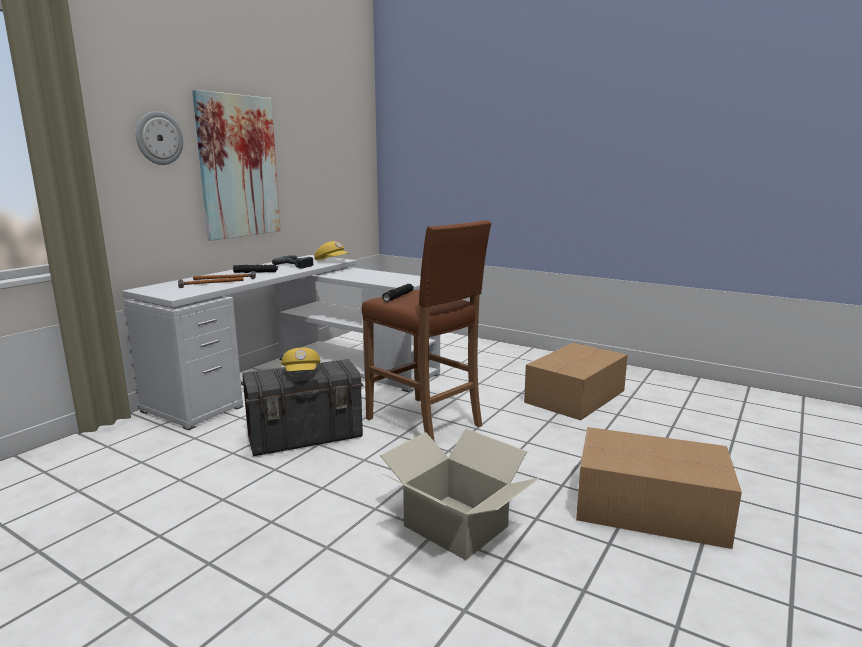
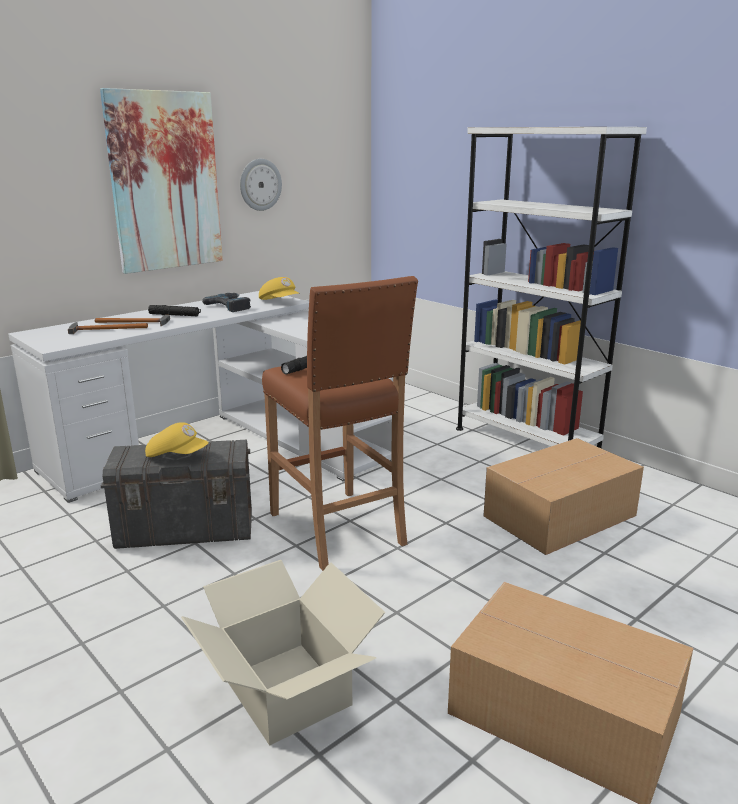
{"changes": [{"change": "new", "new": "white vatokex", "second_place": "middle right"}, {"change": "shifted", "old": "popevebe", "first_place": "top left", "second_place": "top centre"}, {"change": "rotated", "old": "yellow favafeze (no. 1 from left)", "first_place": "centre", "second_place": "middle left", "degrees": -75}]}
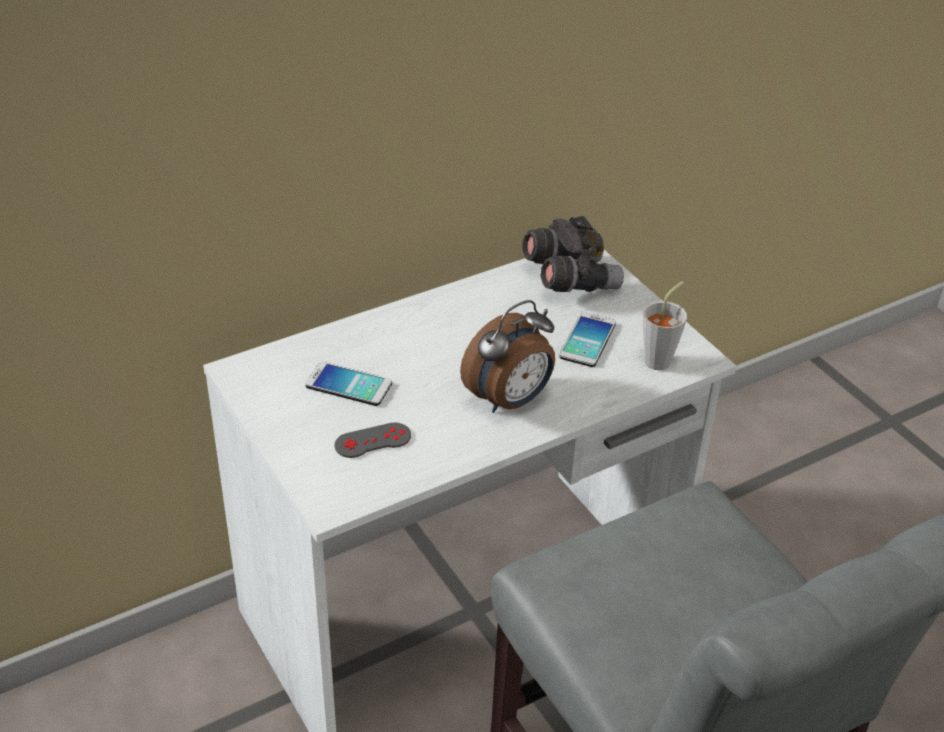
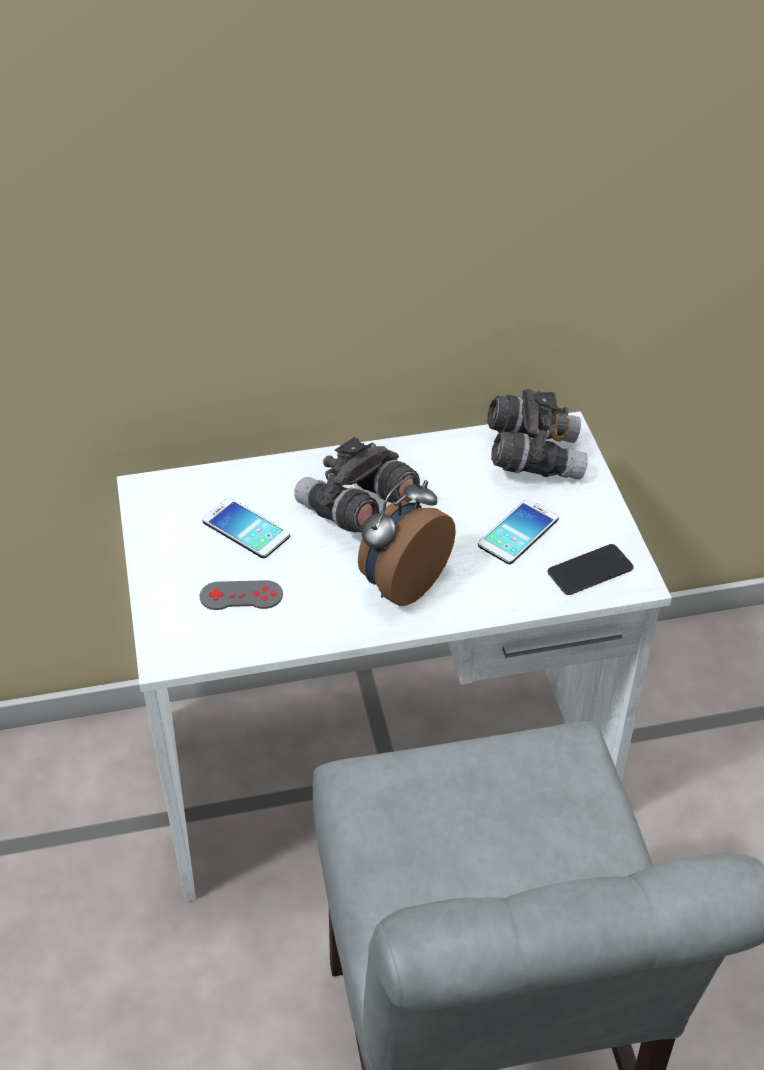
{"changes": [{"change": "new", "new": "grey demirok (no. 1 from left)", "second_place": "centre"}, {"change": "swapped", "old": "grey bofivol", "new": "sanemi (no. 3 from left)", "first_place": "middle right", "second_place": "middle right"}, {"change": "rotated", "old": "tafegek", "first_place": "centre", "second_place": "centre", "degrees": 150}]}
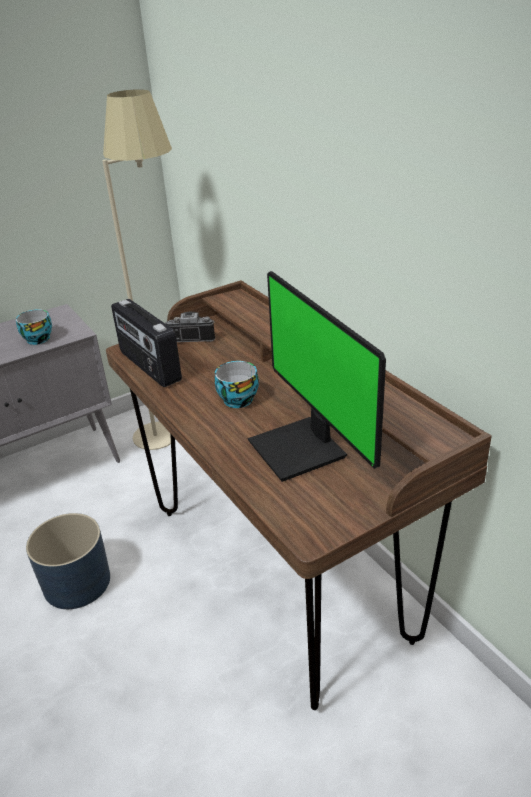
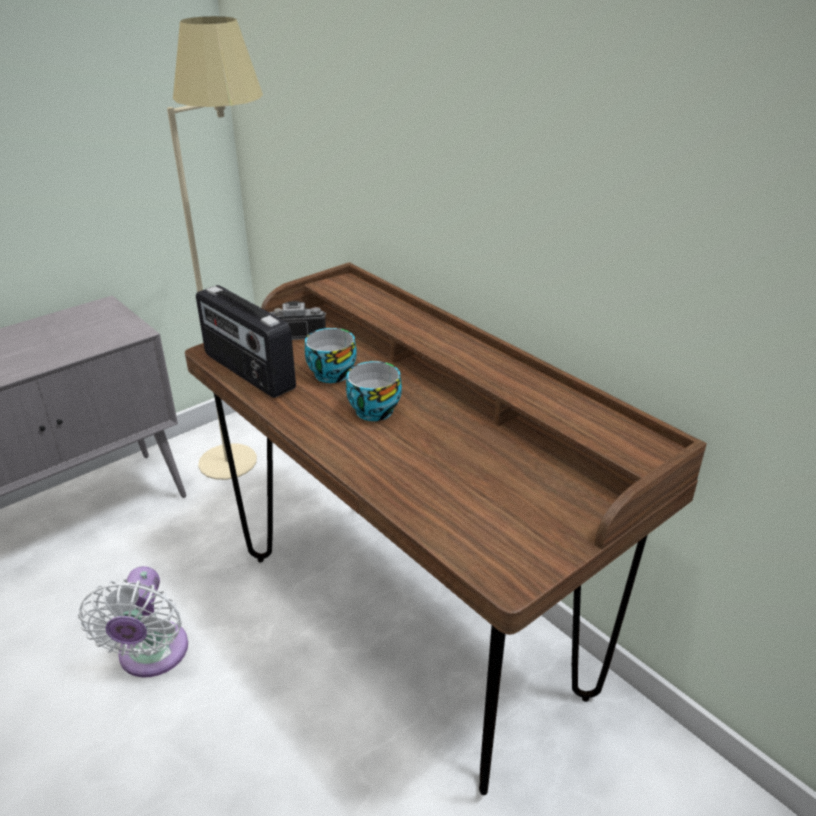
{"changes": [{"change": "gone", "old": "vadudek", "first_place": "centre"}, {"change": "shifted", "old": "bofivol (no. 1 from left)", "first_place": "middle left", "second_place": "centre"}, {"change": "swapped", "old": "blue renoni", "new": "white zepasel", "first_place": "bottom left", "second_place": "bottom left"}]}
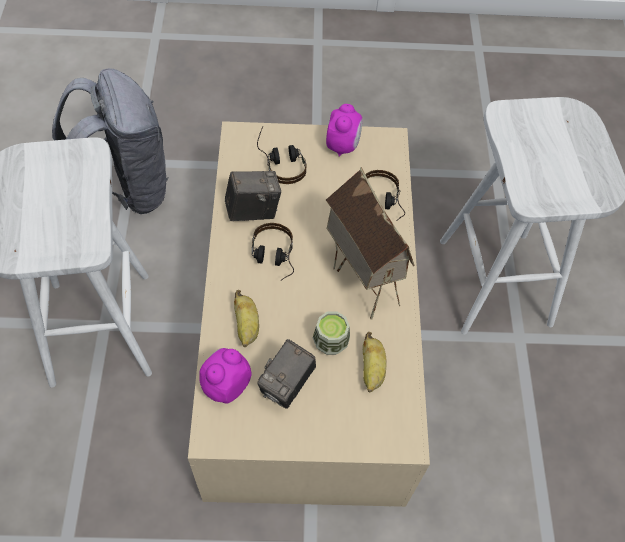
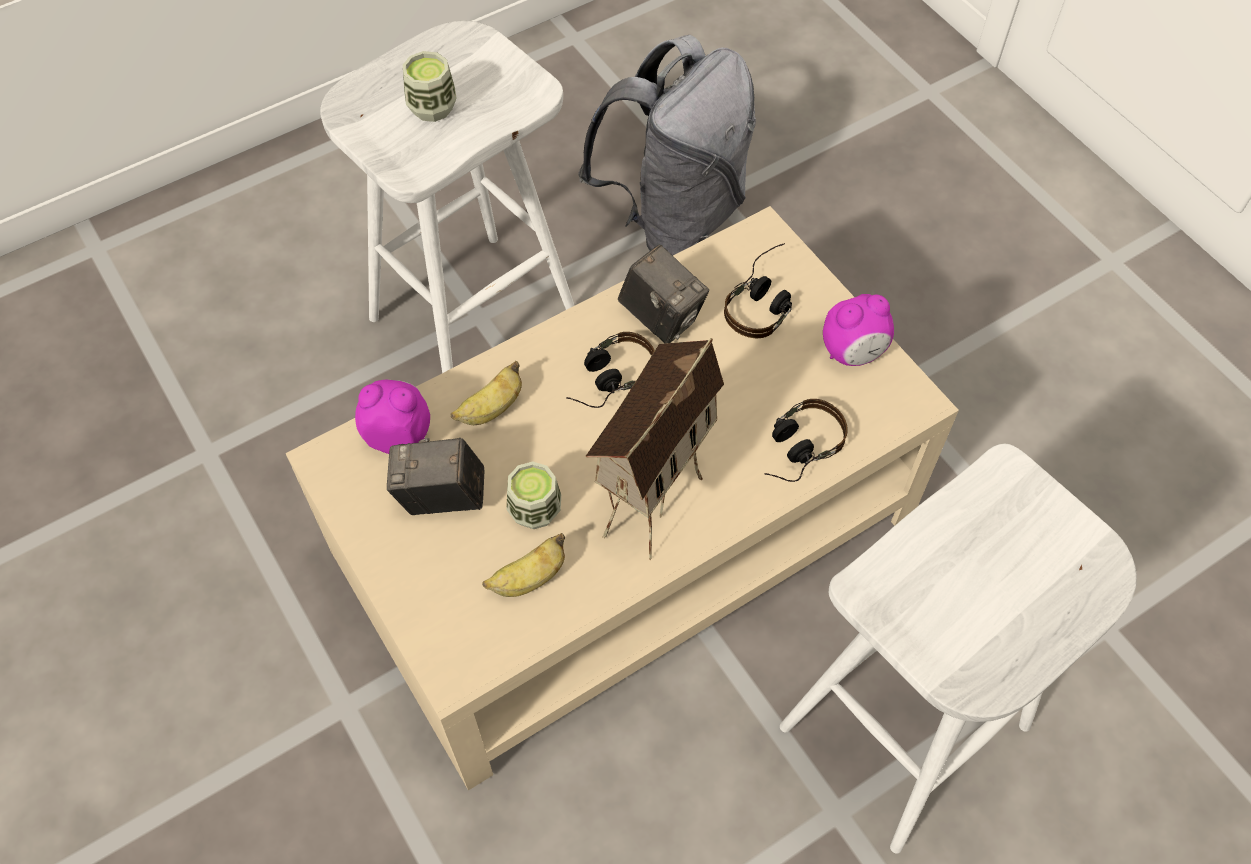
{"changes": [{"change": "new", "new": "bofivol (no. 1 from left)", "second_place": "top centre"}]}
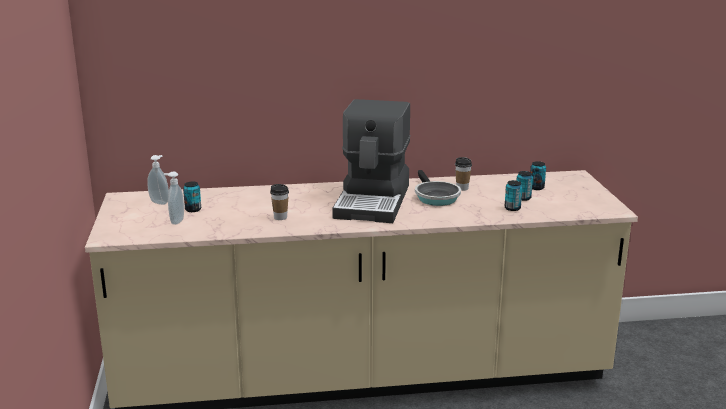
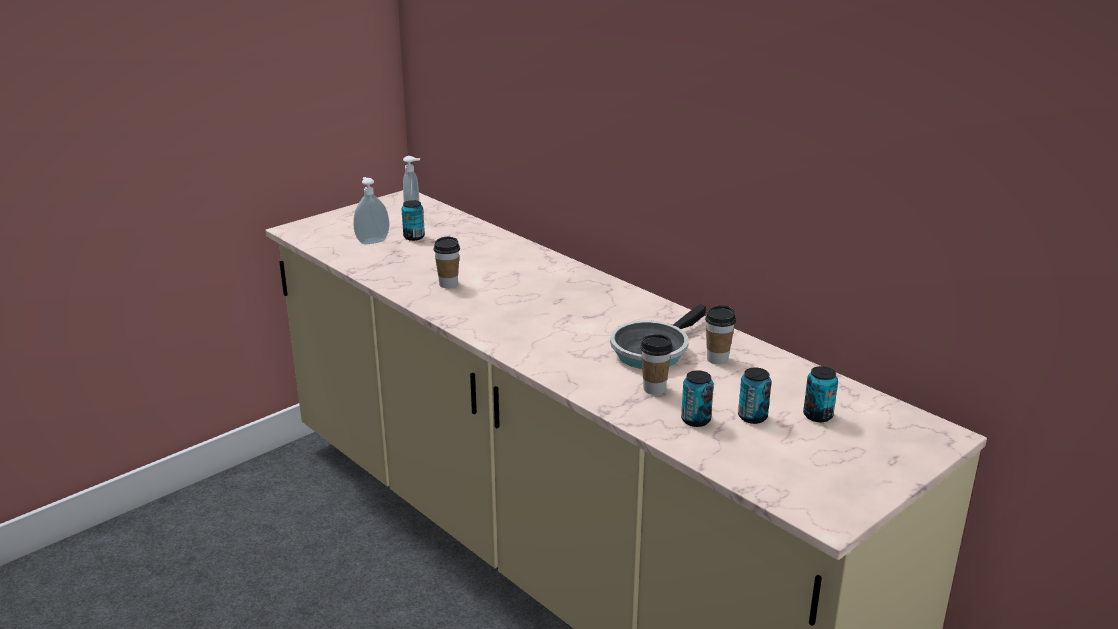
{"changes": [{"change": "gone", "old": "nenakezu", "first_place": "centre"}, {"change": "new", "new": "bofivol (no. 2 from left)", "second_place": "centre"}]}
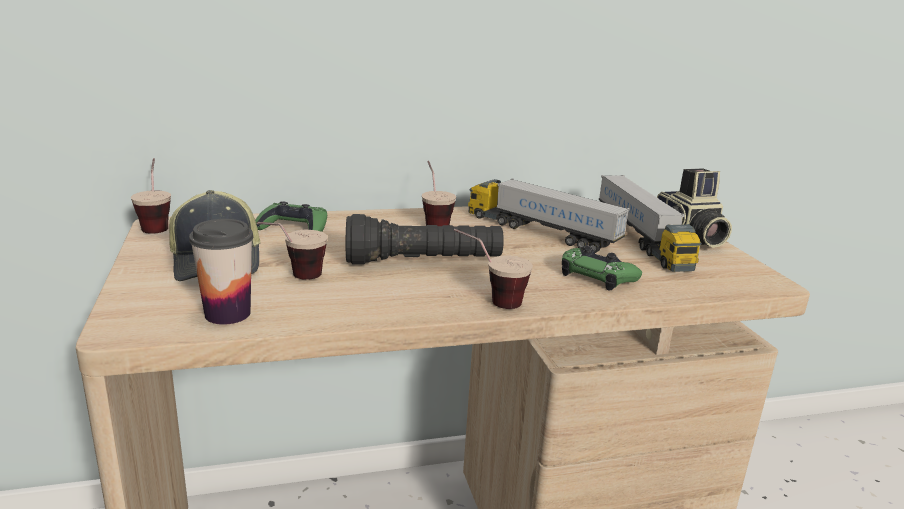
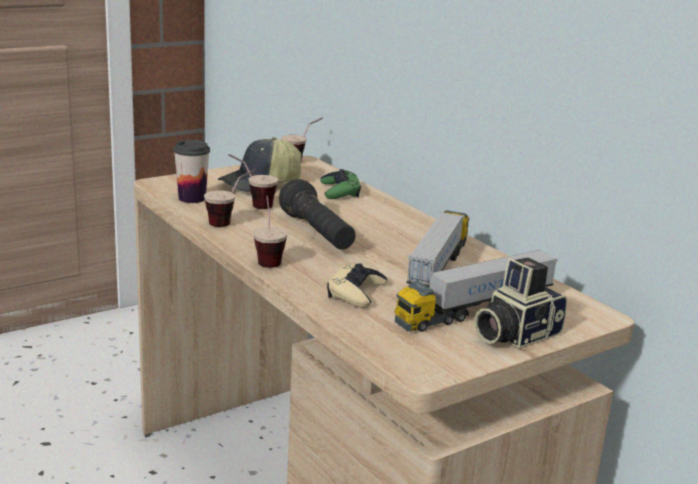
{"changes": [{"change": "shifted", "old": "bofivol (no. 4 from left in the first image)", "new": "bofivol (no. 2 from left)", "first_place": "centre", "second_place": "middle left"}, {"change": "repainted", "old": "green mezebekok (no. 2 from left)", "new": "beige mezebekok", "first_place": "centre", "second_place": "centre"}]}
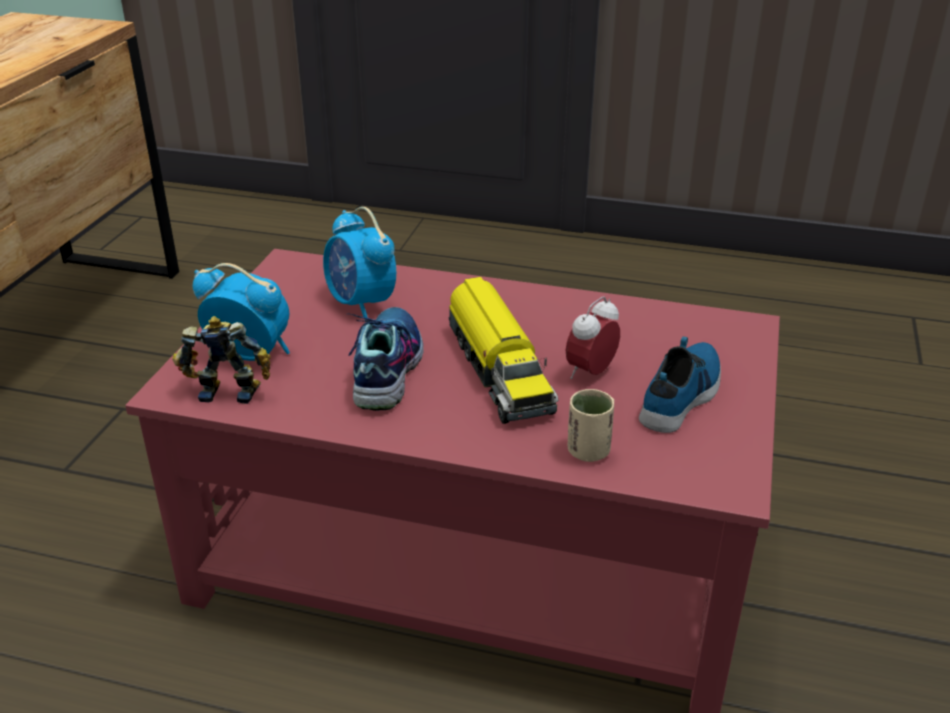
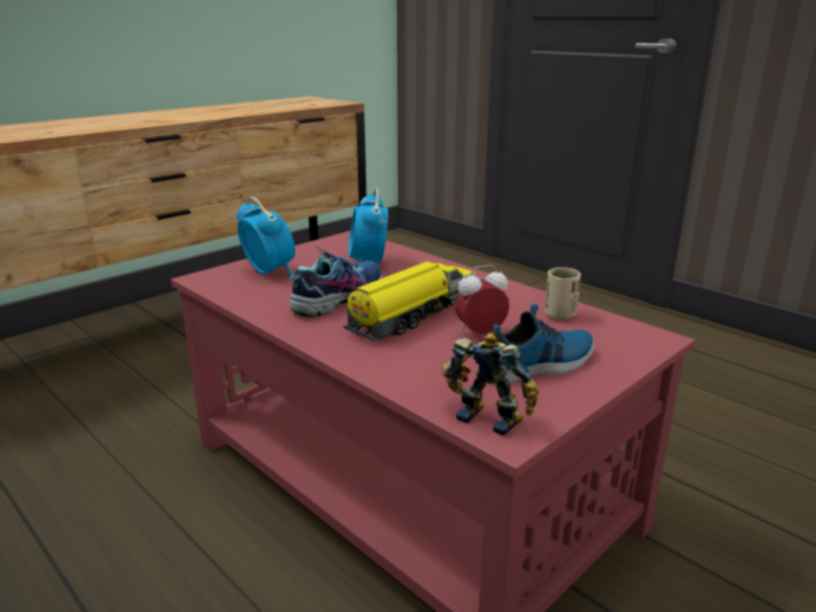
{"changes": [{"change": "shifted", "old": "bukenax", "first_place": "middle left", "second_place": "centre"}, {"change": "shifted", "old": "beige bofivol", "first_place": "centre", "second_place": "middle right"}, {"change": "rotated", "old": "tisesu", "first_place": "centre", "second_place": "centre", "degrees": -150}]}
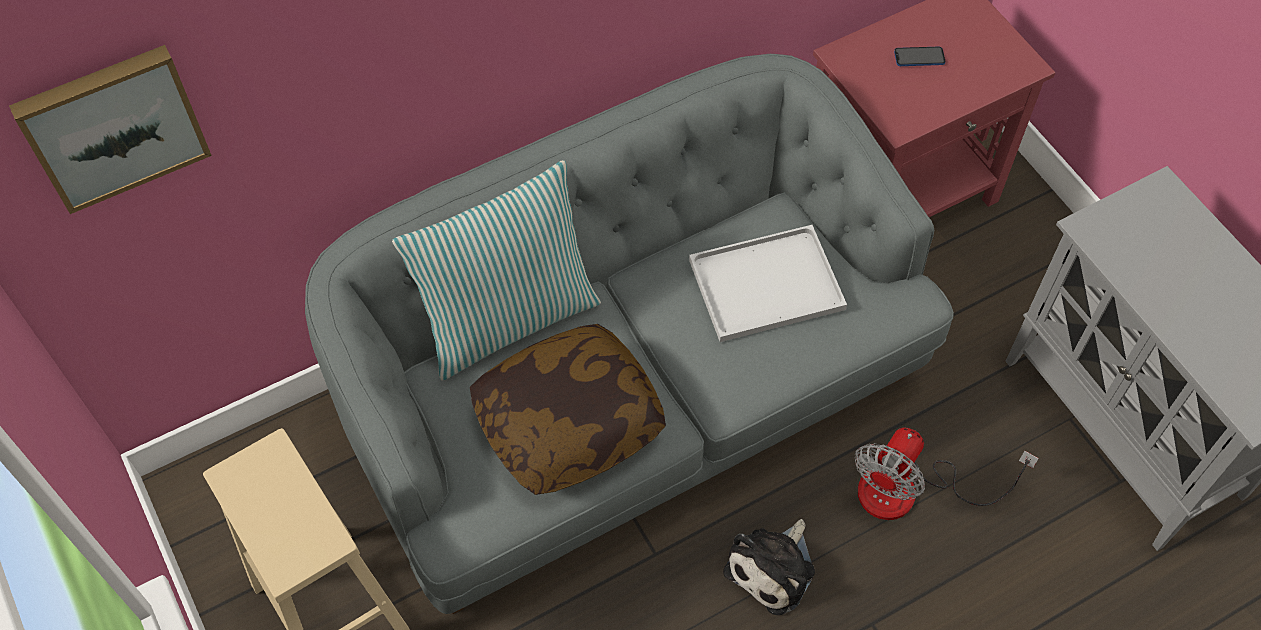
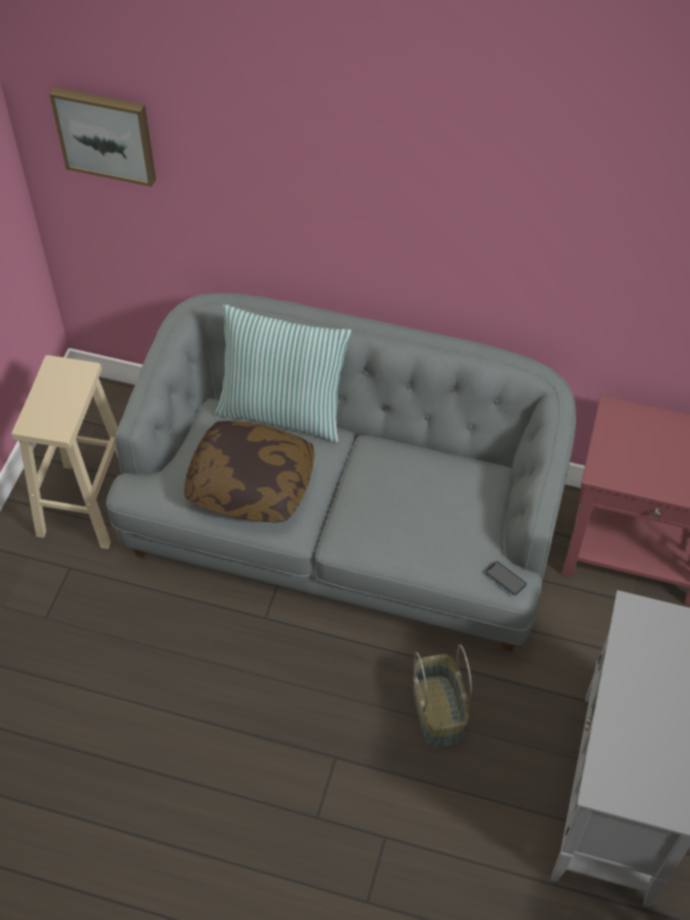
{"changes": [{"change": "gone", "old": "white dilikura", "first_place": "centre"}, {"change": "gone", "old": "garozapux", "first_place": "bottom centre"}, {"change": "shifted", "old": "sanemi", "first_place": "top right", "second_place": "middle right"}, {"change": "swapped", "old": "zepasel", "new": "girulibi", "first_place": "bottom right", "second_place": "bottom centre"}]}
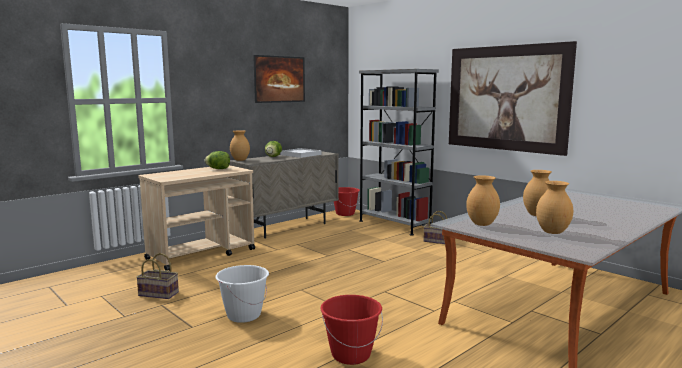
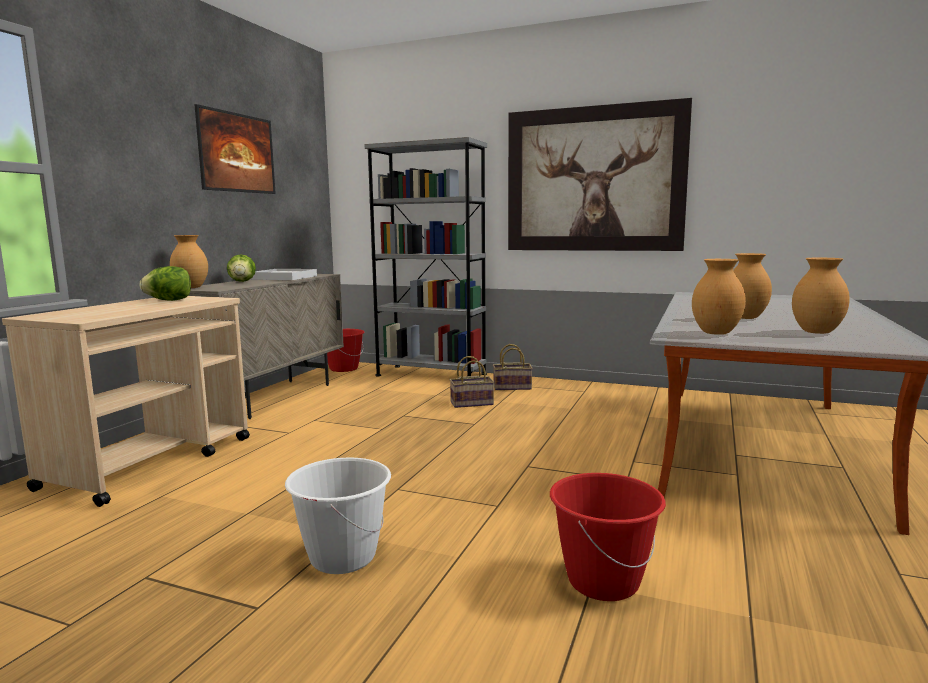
{"changes": [{"change": "shifted", "old": "girulibi (no. 1 from left)", "first_place": "bottom left", "second_place": "centre"}]}
